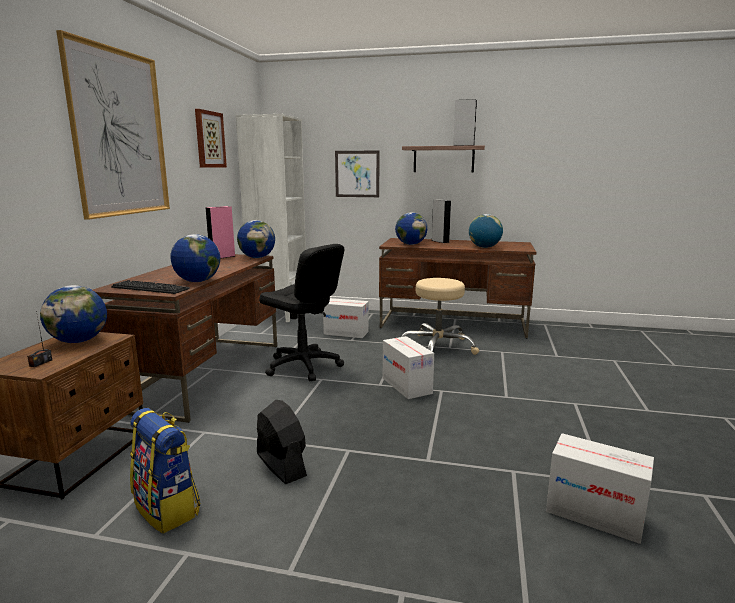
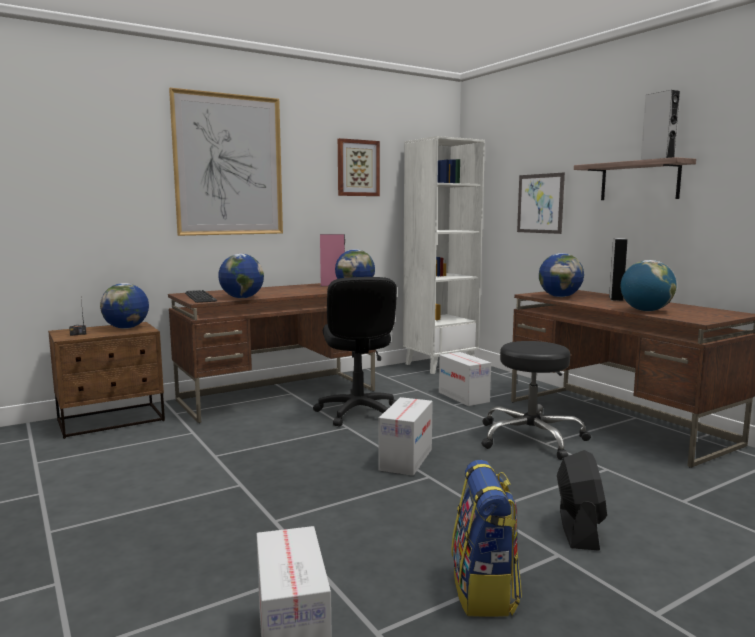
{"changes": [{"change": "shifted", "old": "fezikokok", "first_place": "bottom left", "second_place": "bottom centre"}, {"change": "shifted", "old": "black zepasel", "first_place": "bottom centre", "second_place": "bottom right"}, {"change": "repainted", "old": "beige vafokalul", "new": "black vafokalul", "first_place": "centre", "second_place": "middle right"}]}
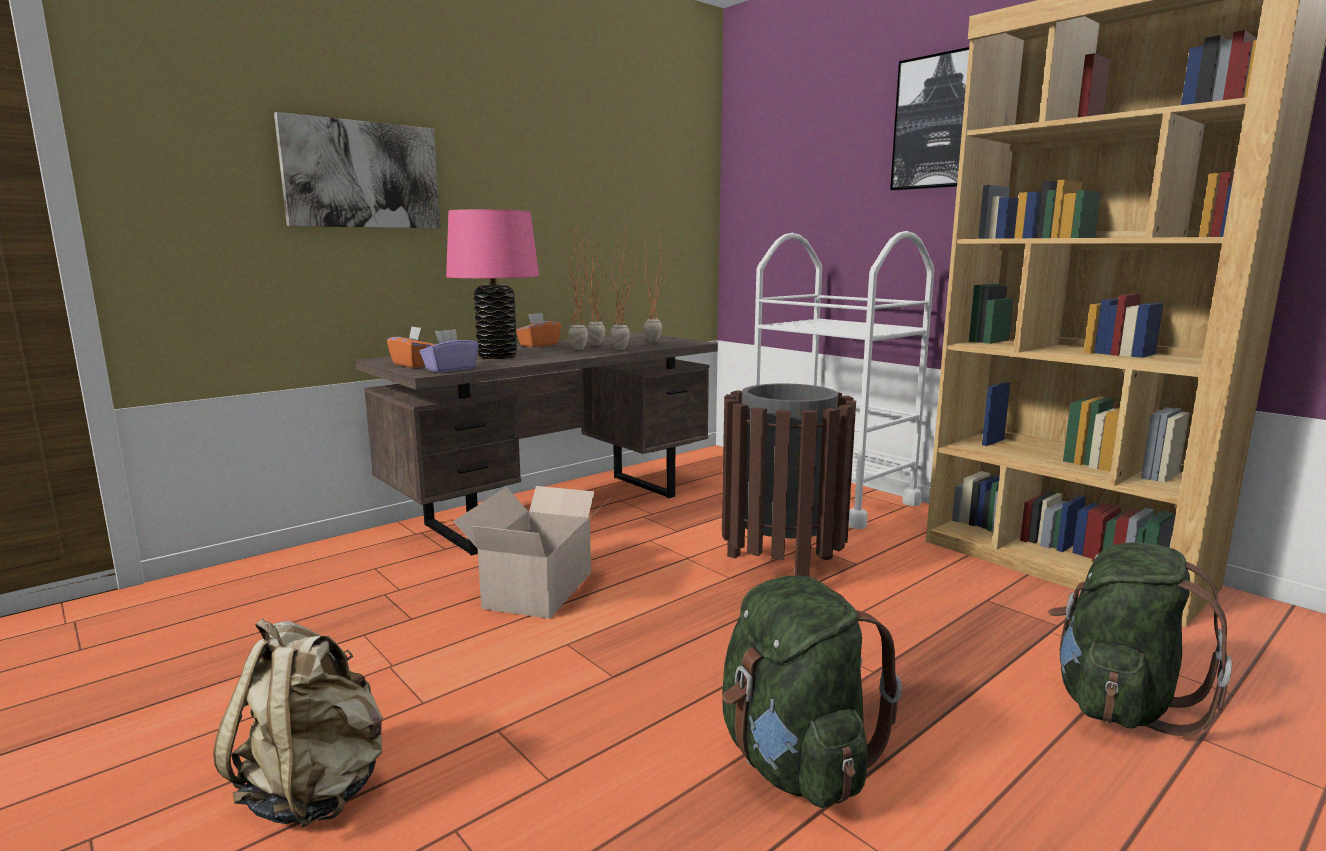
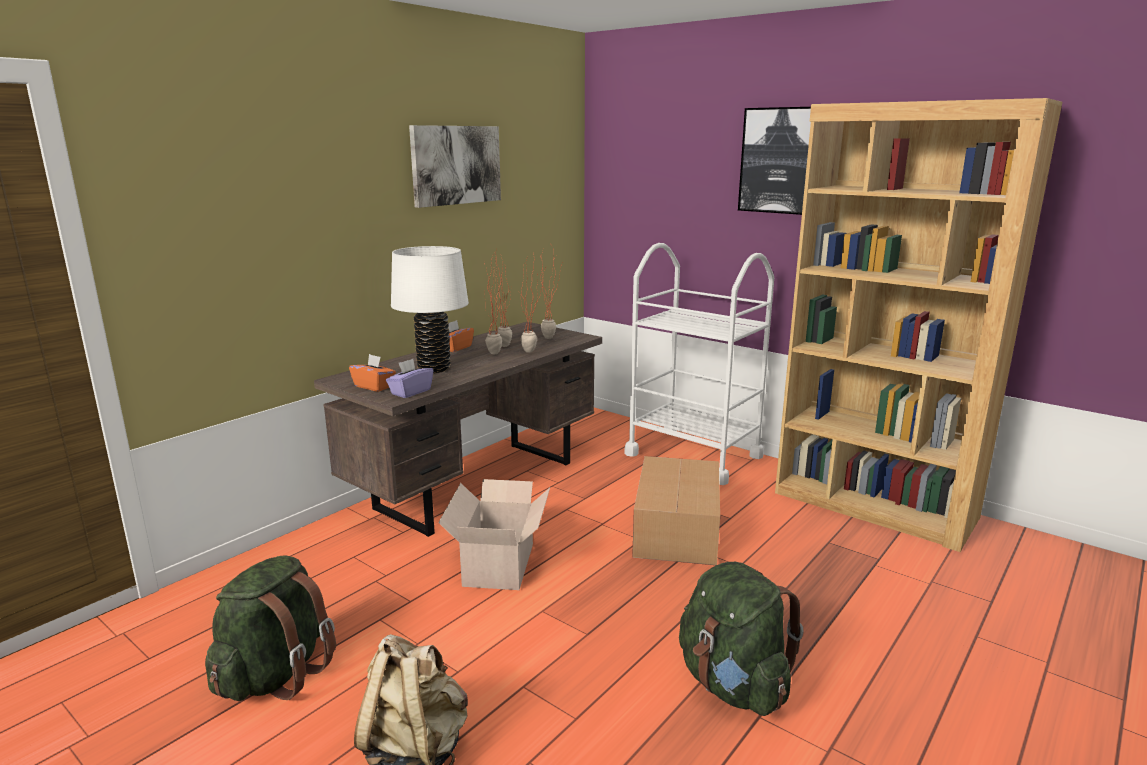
{"changes": [{"change": "shifted", "old": "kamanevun (no. 1 from left)", "first_place": "top left", "second_place": "top centre"}, {"change": "shifted", "old": "green fezikokok (no. 2 from left in the first image)", "new": "green fezikokok (no. 1 from left)", "first_place": "bottom right", "second_place": "bottom left"}, {"change": "swapped", "old": "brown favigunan", "new": "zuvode (no. 2 from left)", "first_place": "centre", "second_place": "bottom centre"}, {"change": "repainted", "old": "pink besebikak", "new": "white besebikak", "first_place": "centre", "second_place": "centre"}]}
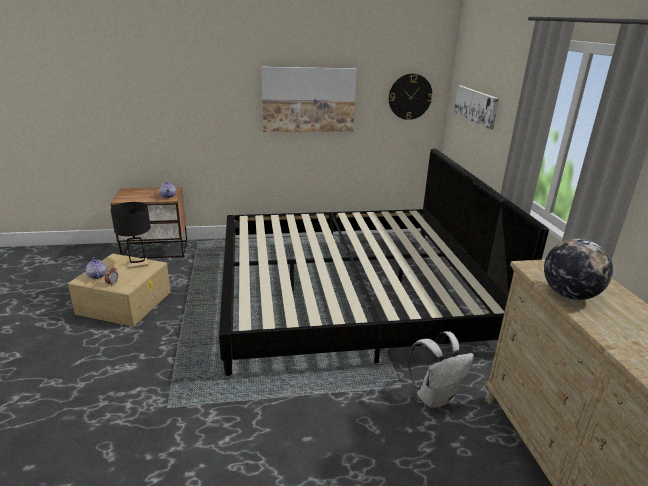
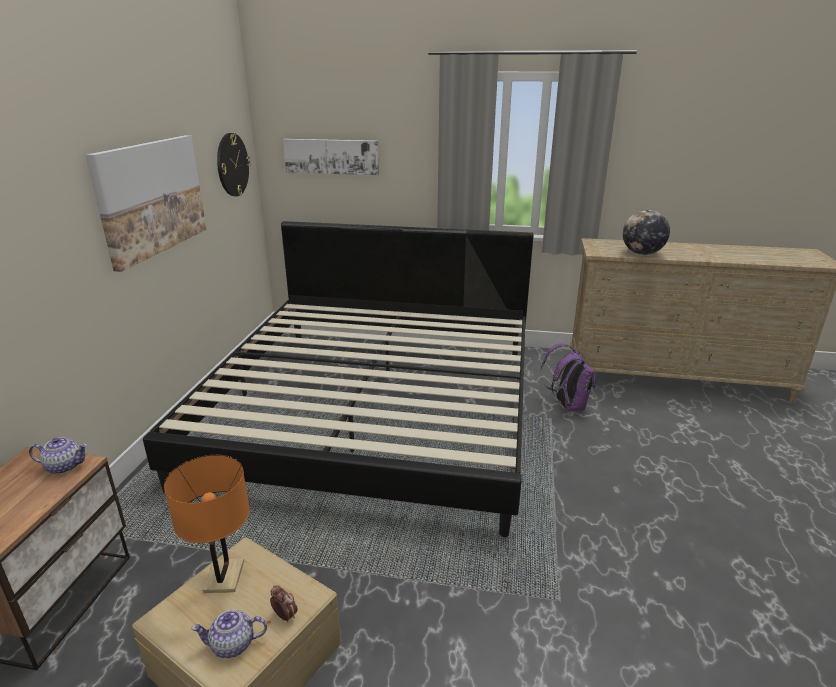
{"changes": [{"change": "repainted", "old": "black besebikak", "new": "orange besebikak", "first_place": "middle left", "second_place": "bottom left"}, {"change": "repainted", "old": "white fezikokok", "new": "purple fezikokok", "first_place": "bottom right", "second_place": "middle right"}]}
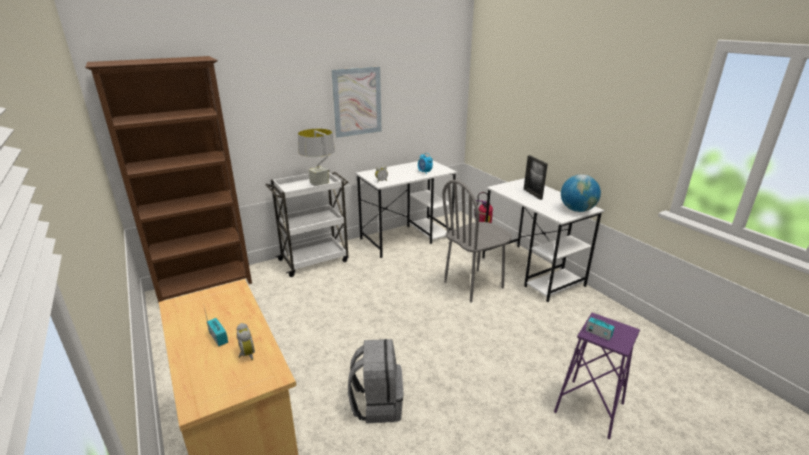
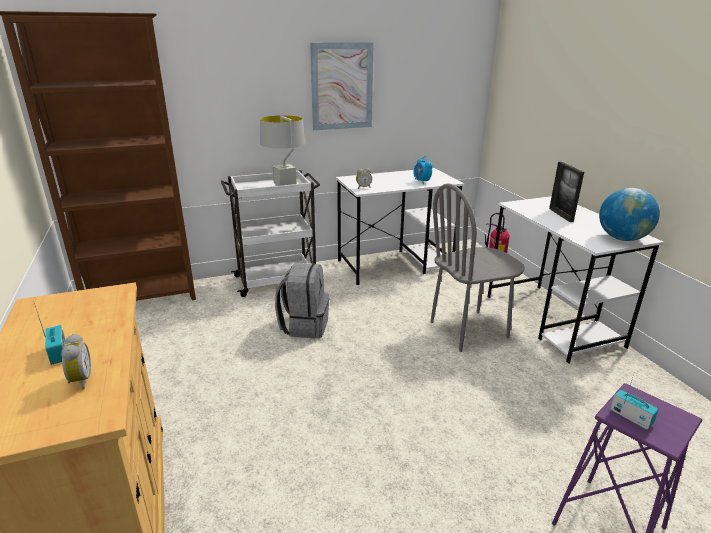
{"changes": [{"change": "shifted", "old": "grey fezikokok", "first_place": "bottom centre", "second_place": "centre"}]}
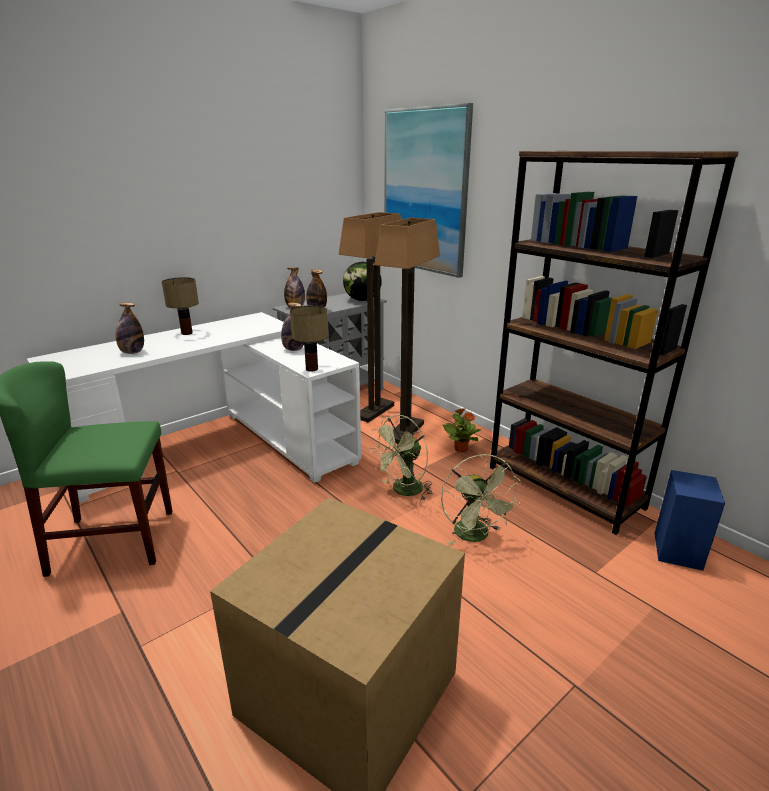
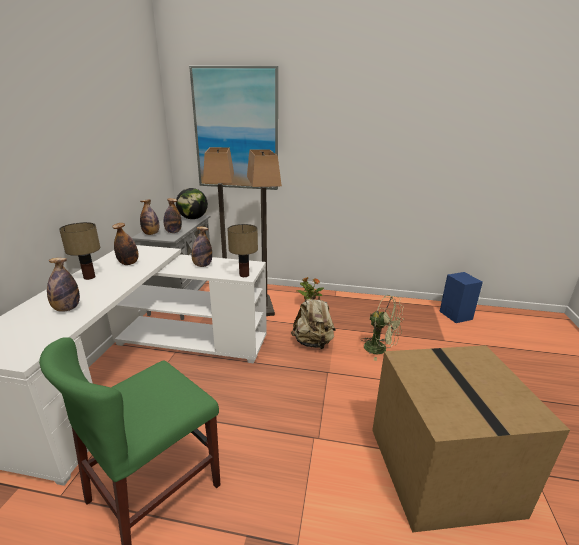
{"changes": [{"change": "gone", "old": "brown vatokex", "first_place": "middle right"}, {"change": "new", "new": "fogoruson (no. 2 from left)", "second_place": "middle left"}, {"change": "swapped", "old": "green zepasel (no. 1 from left)", "new": "beige fezikokok", "first_place": "centre", "second_place": "centre"}]}
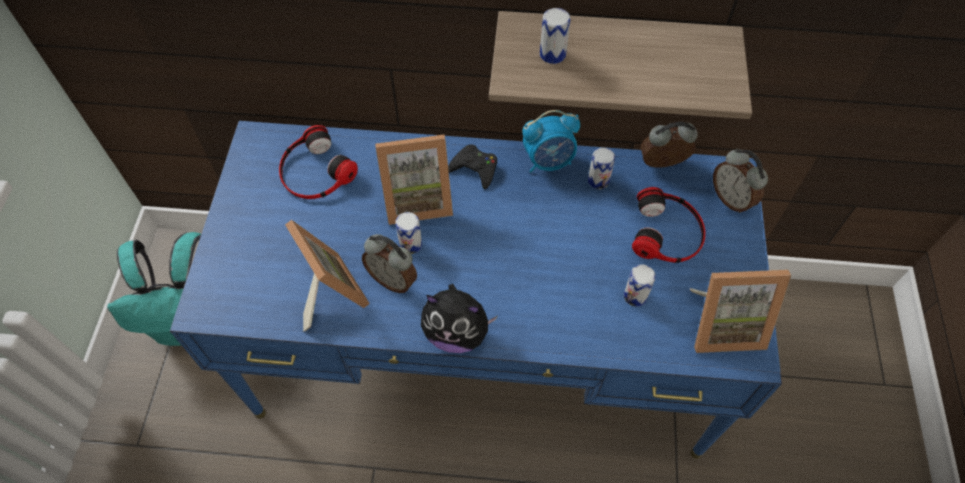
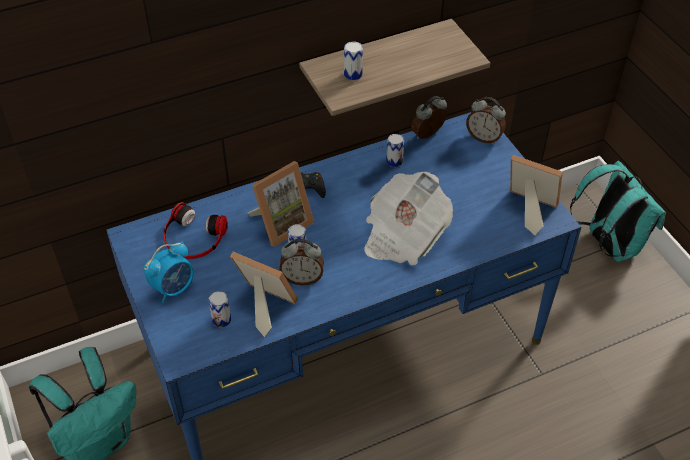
{"changes": [{"change": "gone", "old": "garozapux", "first_place": "centre"}, {"change": "gone", "old": "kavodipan (no. 2 from left)", "first_place": "middle right"}, {"change": "new", "new": "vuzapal", "second_place": "centre"}, {"change": "new", "new": "turquoise fezikokok (no. 2 from left)", "second_place": "middle right"}, {"change": "shifted", "old": "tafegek (no. 2 from left in the first image)", "new": "tafegek (no. 1 from left)", "first_place": "top centre", "second_place": "middle left"}, {"change": "shifted", "old": "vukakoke (no. 4 from left in the first image)", "new": "vukakoke (no. 1 from left)", "first_place": "centre", "second_place": "bottom left"}, {"change": "rotated", "old": "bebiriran (no. 3 from left)", "first_place": "middle right", "second_place": "middle right", "degrees": -120}]}
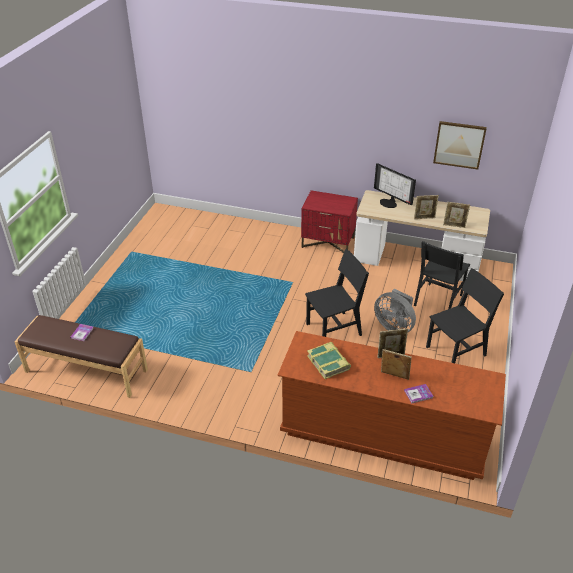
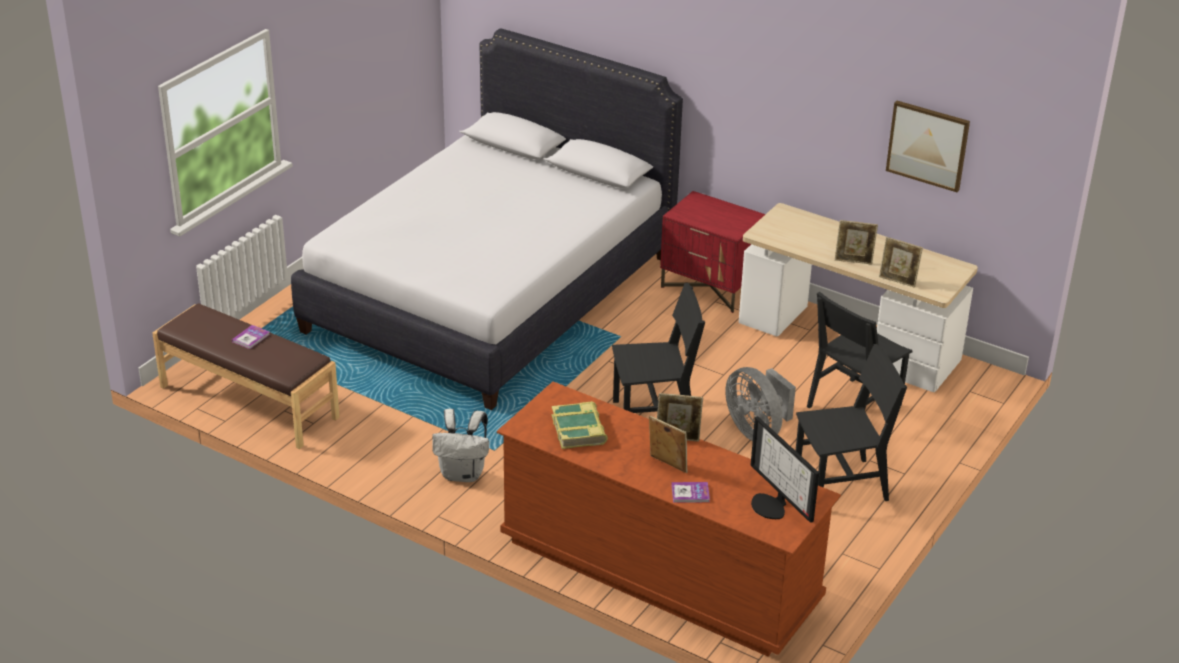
{"changes": [{"change": "new", "new": "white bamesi", "second_place": "top centre"}, {"change": "new", "new": "white fezikokok", "second_place": "bottom centre"}, {"change": "shifted", "old": "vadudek", "first_place": "top right", "second_place": "bottom centre"}]}
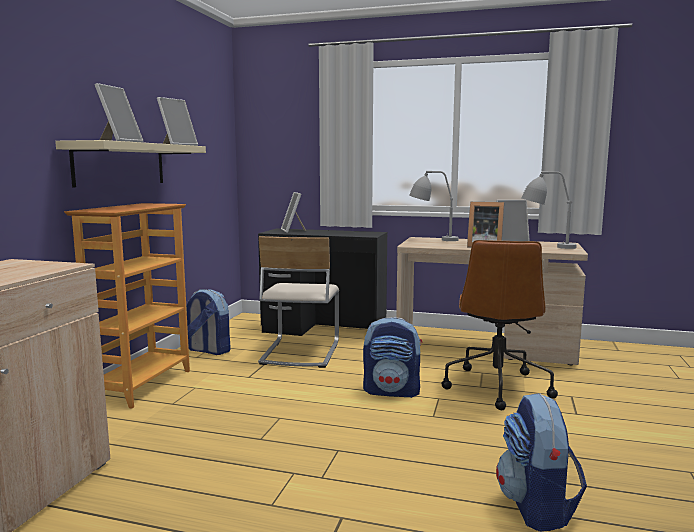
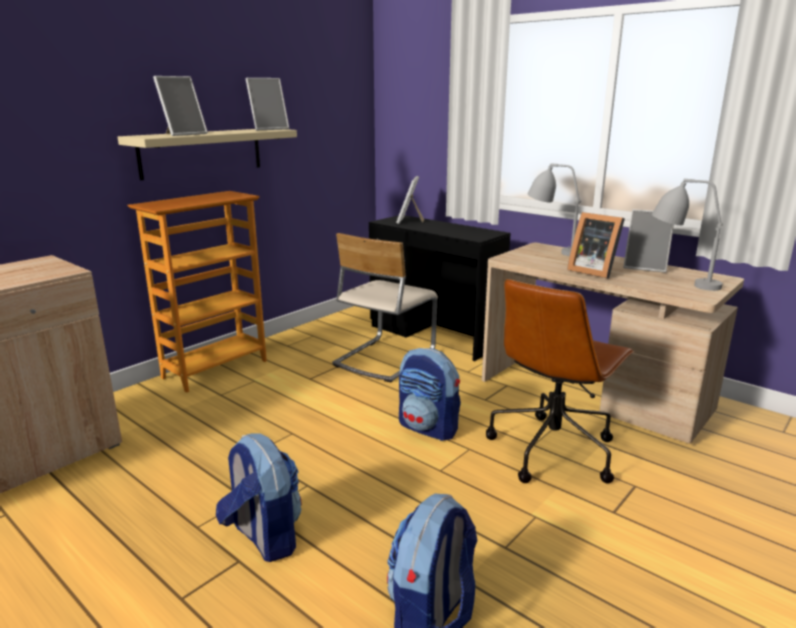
{"changes": [{"change": "shifted", "old": "fezikokok (no. 1 from left)", "first_place": "middle left", "second_place": "bottom left"}]}
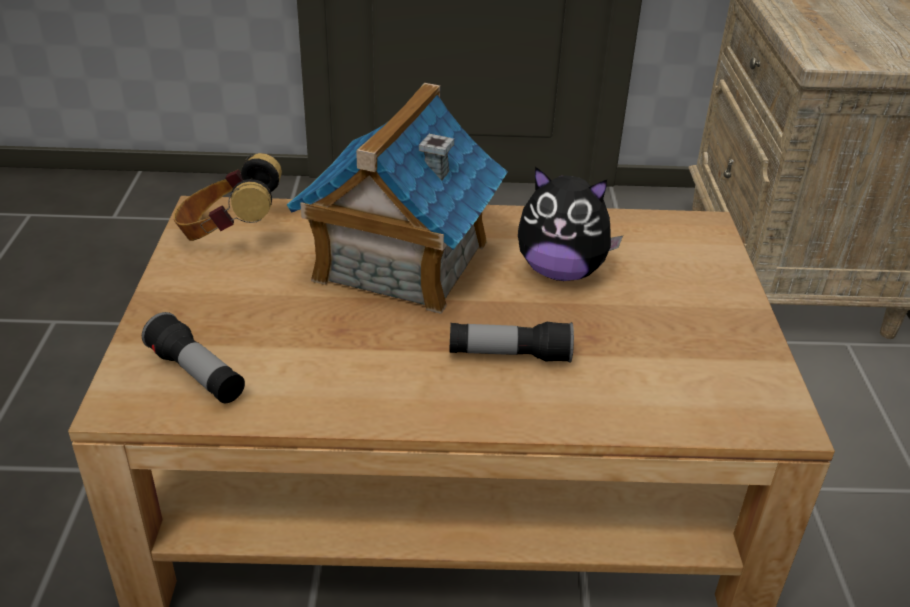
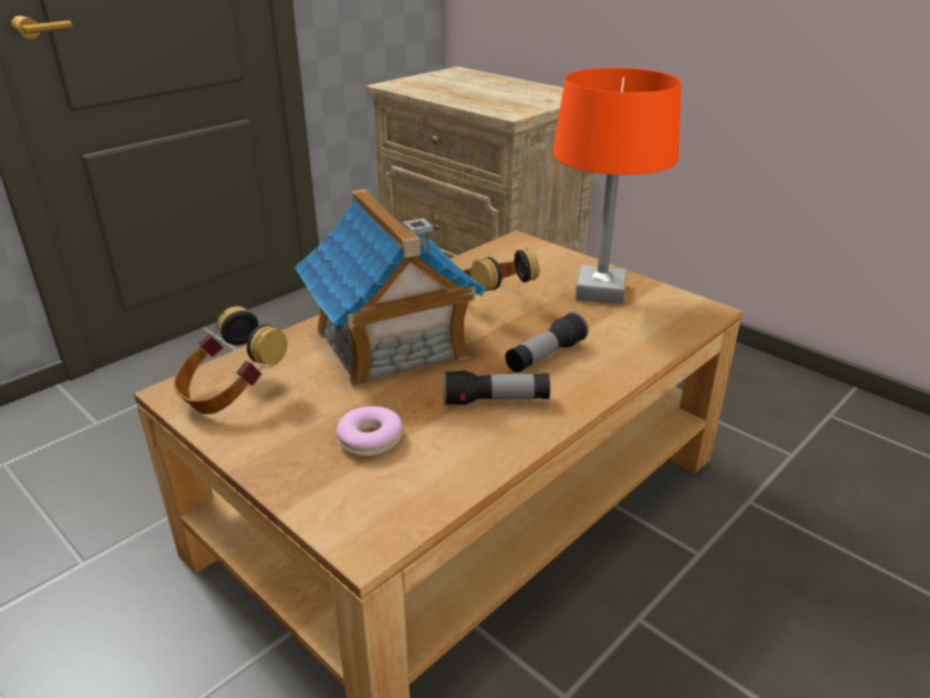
{"changes": [{"change": "new", "new": "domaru", "second_place": "centre"}, {"change": "new", "new": "orange besebikak", "second_place": "top centre"}, {"change": "shifted", "old": "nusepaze (no. 1 from left)", "first_place": "middle left", "second_place": "centre"}, {"change": "swapped", "old": "garozapux", "new": "kavodipan (no. 2 from left)", "first_place": "centre", "second_place": "centre"}]}
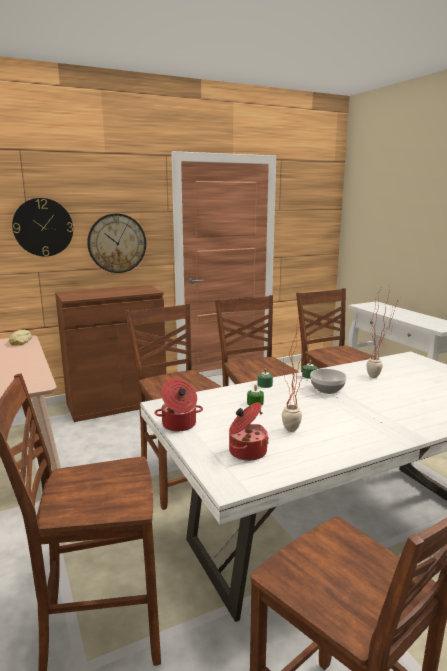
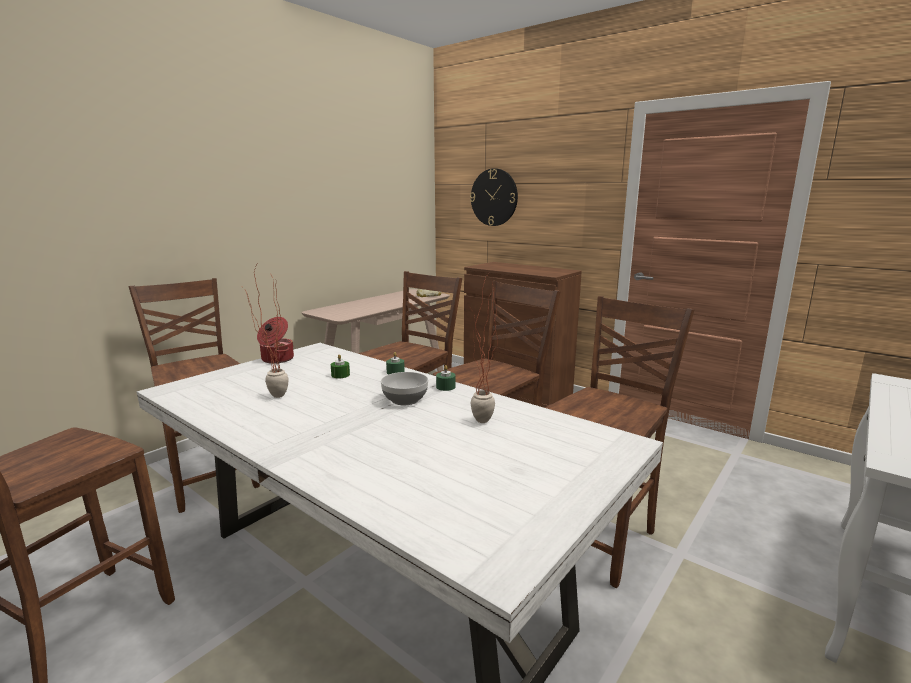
{"changes": [{"change": "gone", "old": "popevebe (no. 2 from left)", "first_place": "middle left"}, {"change": "gone", "old": "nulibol (no. 2 from left)", "first_place": "centre"}]}
